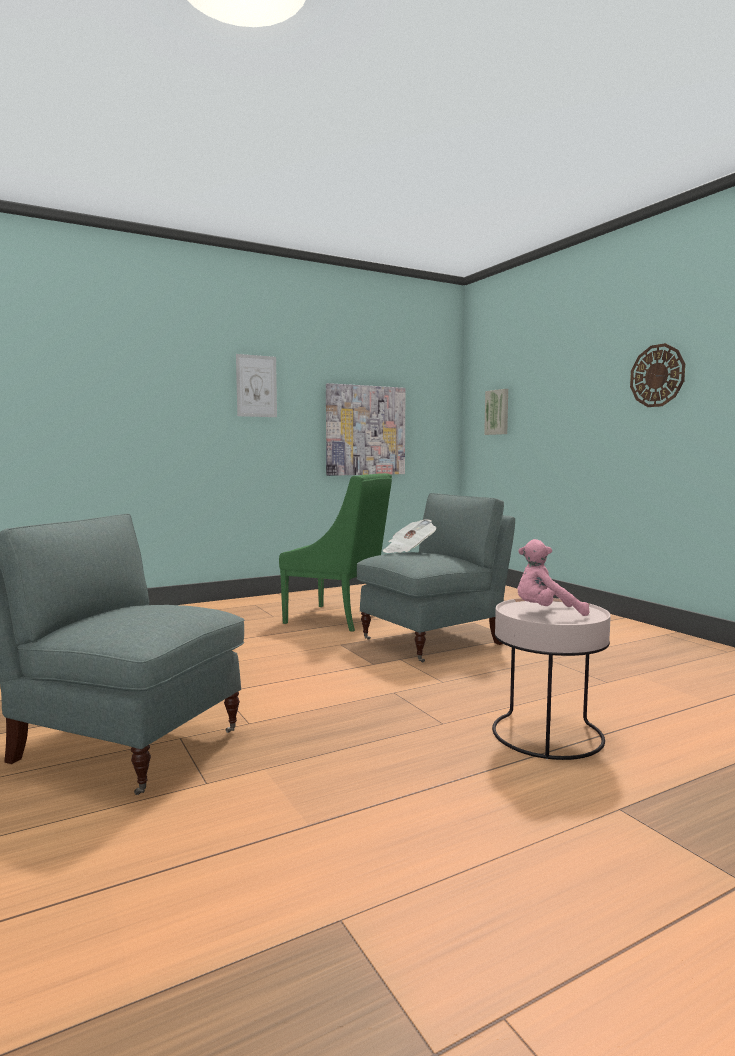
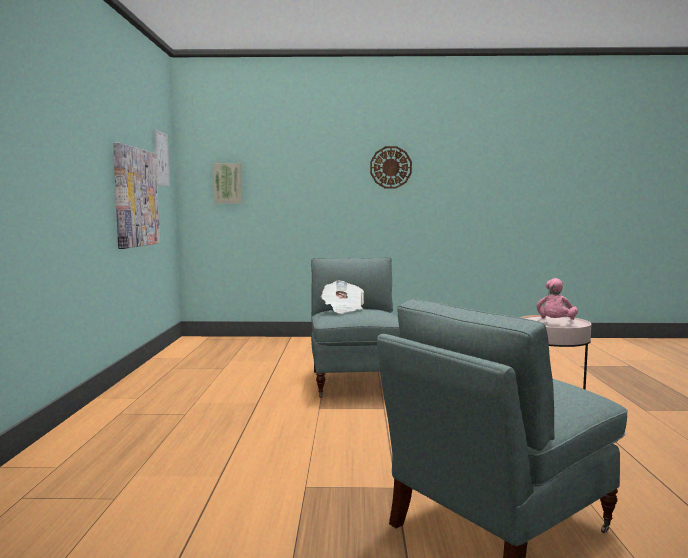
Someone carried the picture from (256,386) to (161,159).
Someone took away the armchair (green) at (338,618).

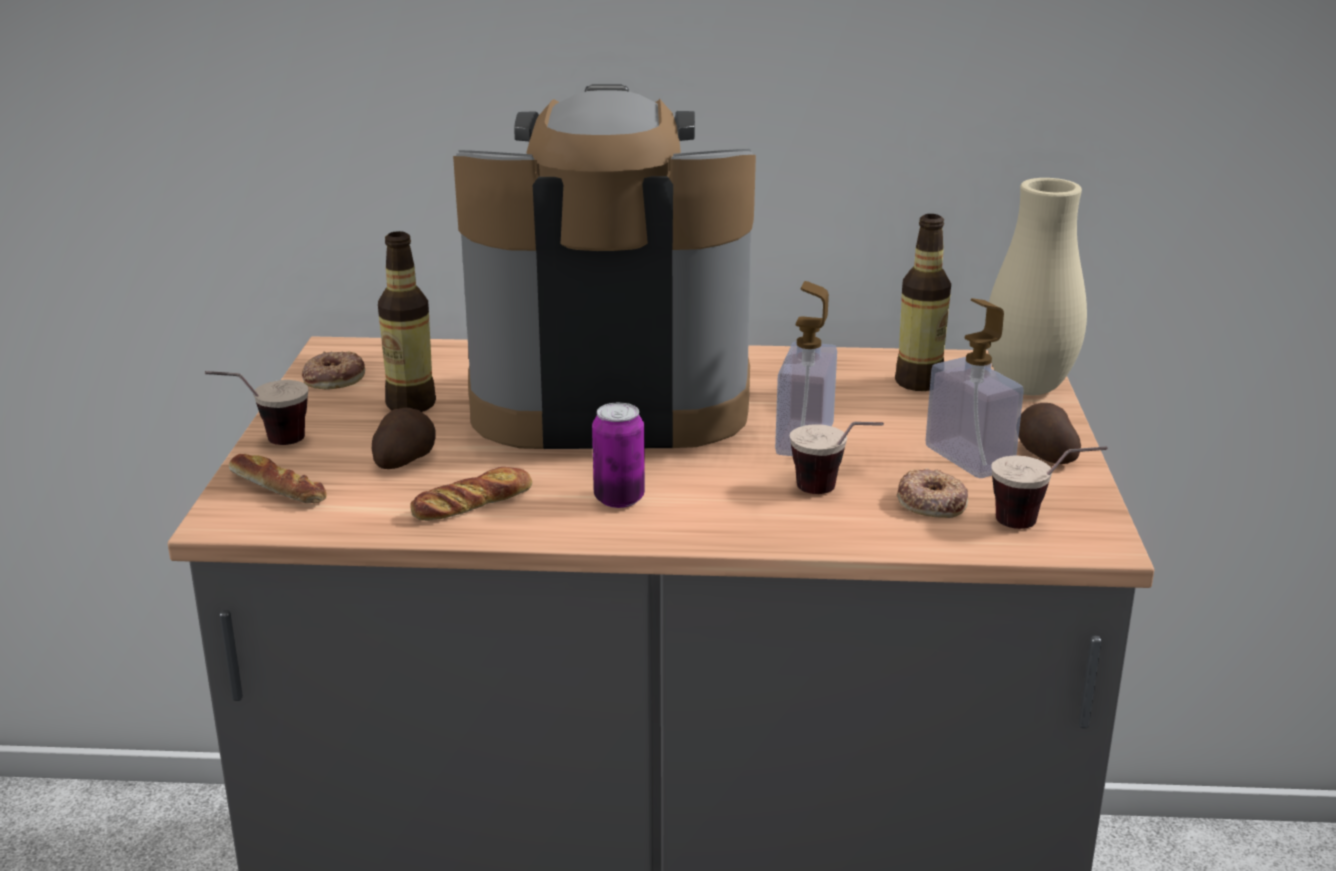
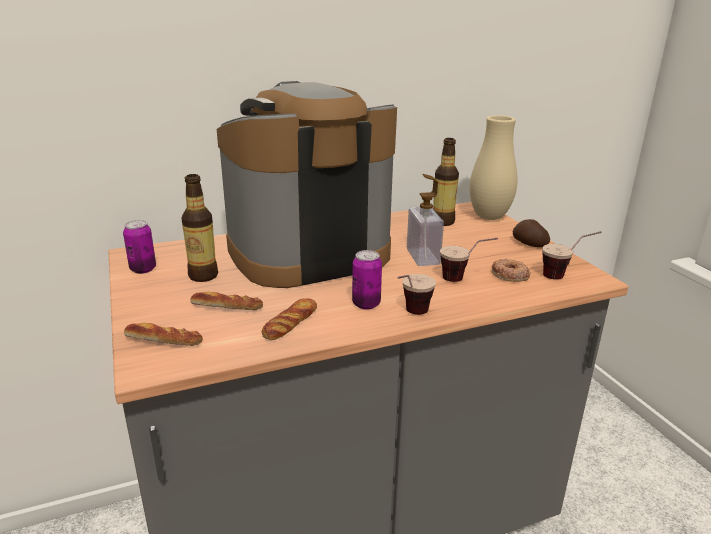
Someone swapped the donut at (333,377) for the can at (143,269).
Someone swapped the potato at (403,459) for the bread at (227,307).
Someone carried the cup from (265,443) to (410,315).
Someone took away the soap dispenser at (969,458).

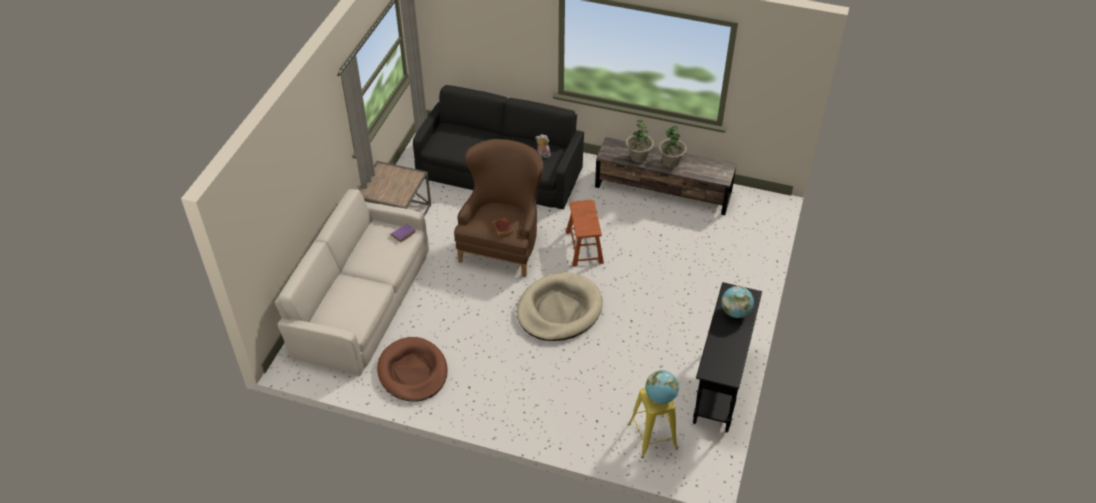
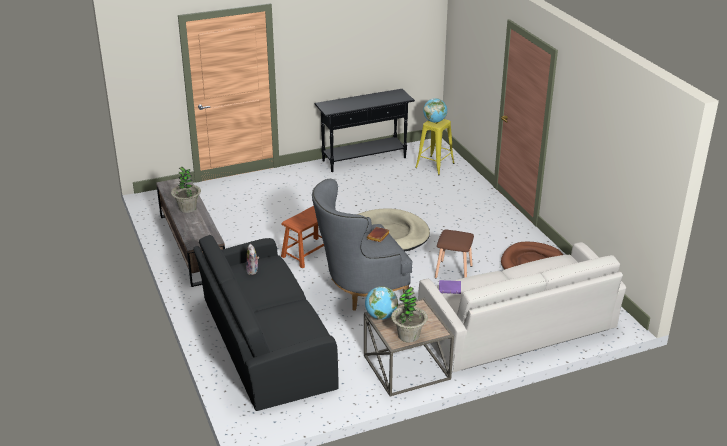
Someone repainted the armchair (brown) at (503,245), which became the armchair (grey) at (359,290).
Someone carried the globe from (735,312) to (381,316).
Someone carried the potted plant from (638,157) to (408,335).
Someone put down the stool (brown) at (453,272).

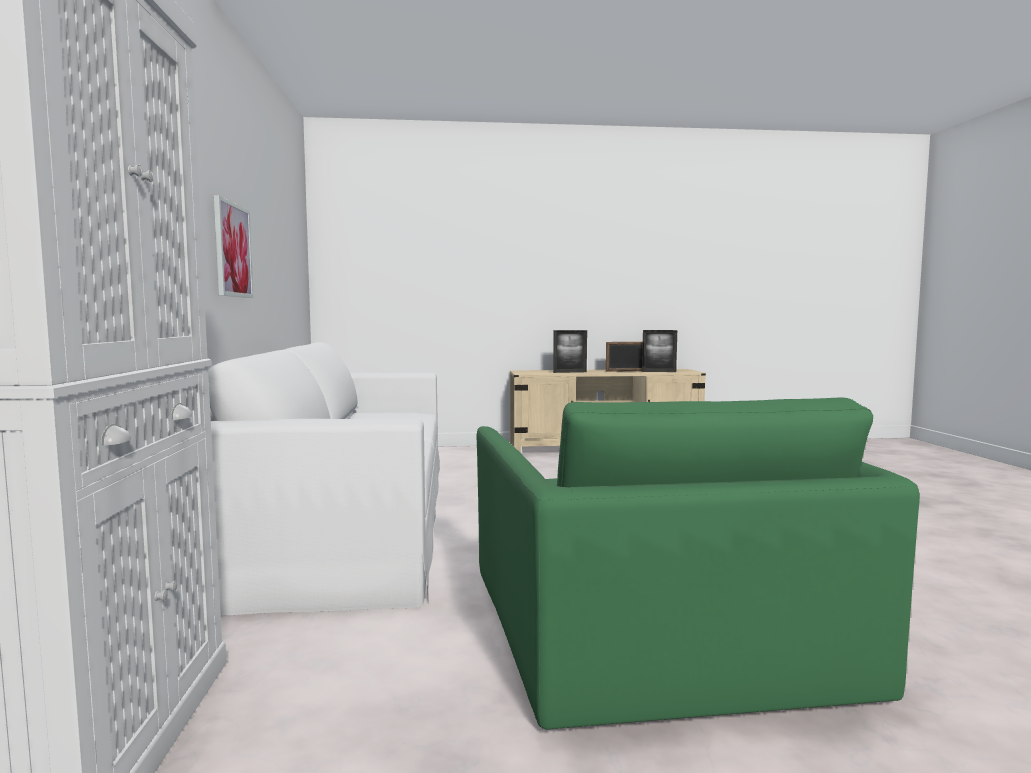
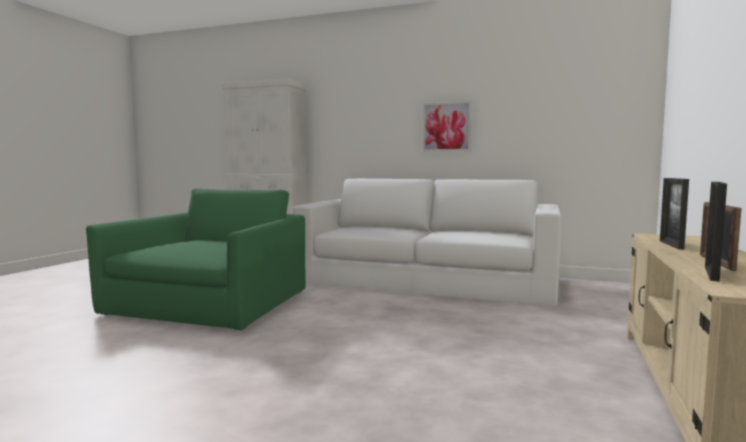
Someone rotated the armchair (green) at (657,626) by 90 degrees clockwise.

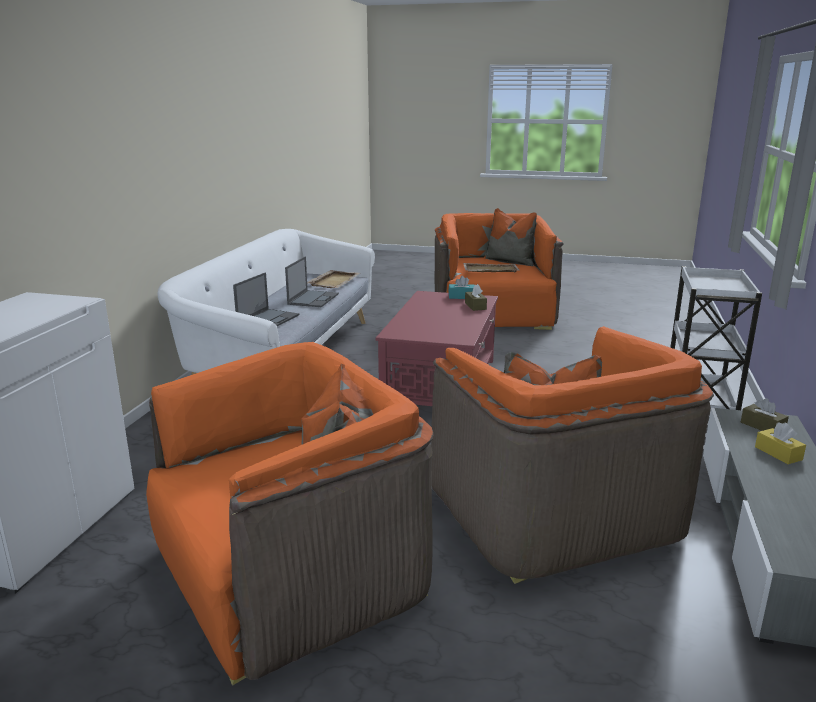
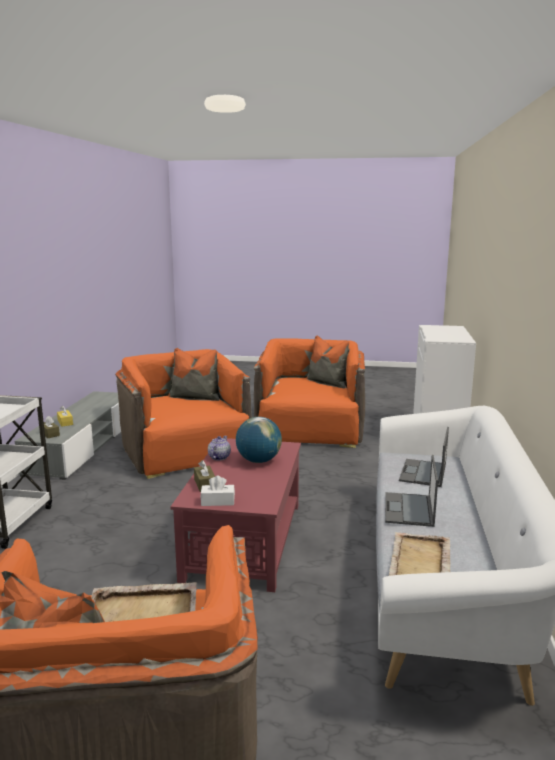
Someone repainted the tissue box (turquoise) at (461,297), which became the tissue box (white) at (218,501).
Someone put down the teapot at (219,457).
Someone put down the globe at (258,461).
Someone rotated the armchair (orange) at (290,573) by 135 degrees clockwise.

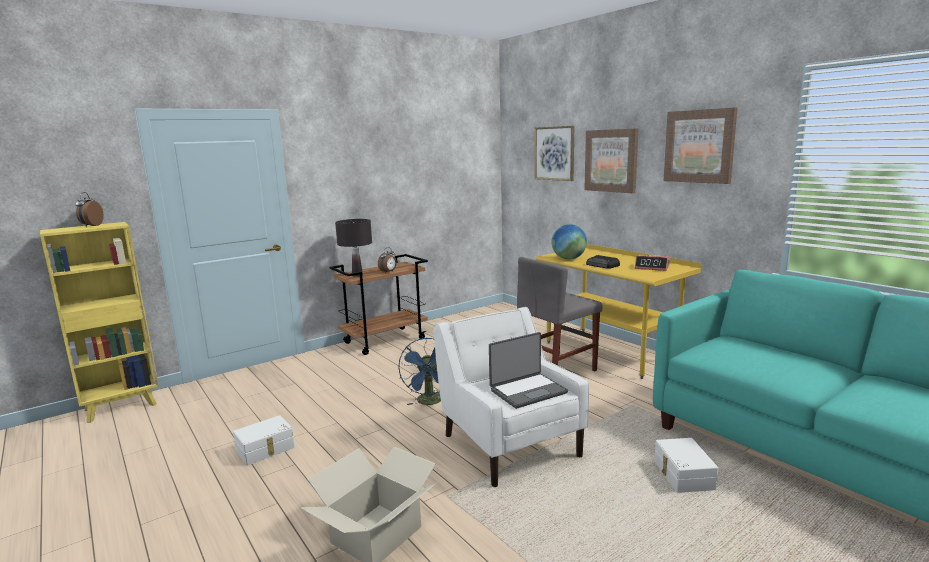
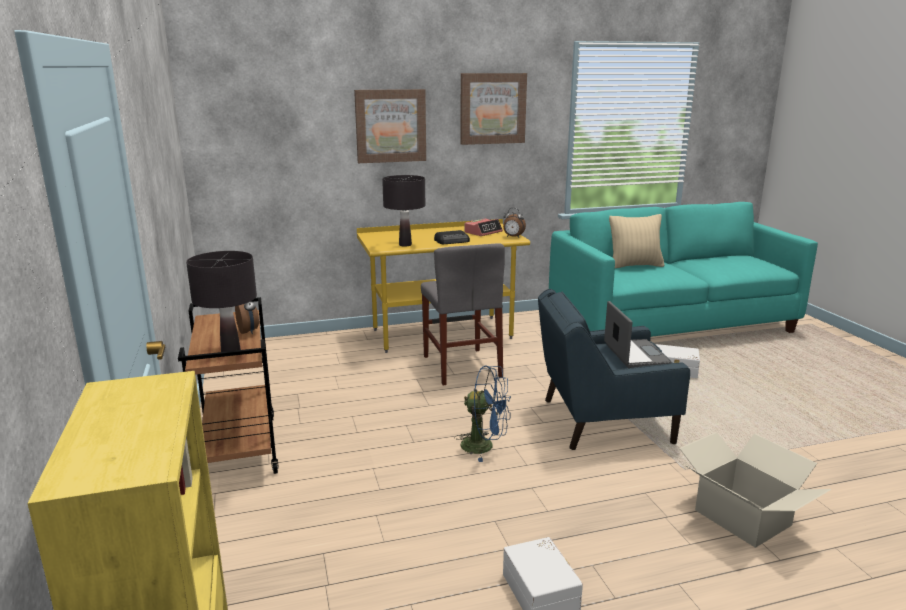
Someone swapped the globe at (569,259) for the table lamp (black) at (405,245).
Someone carried the alarm clock from (91,226) to (513,237).
Someone repainted the armchair (white) at (509,444), which became the armchair (blue) at (602,421).
Someone put down the pillow (beige) at (634,265).
Someone took away the picture at (554,153).

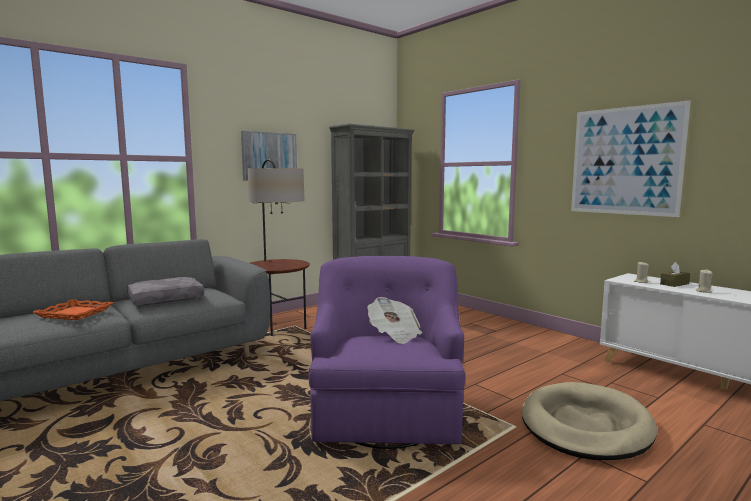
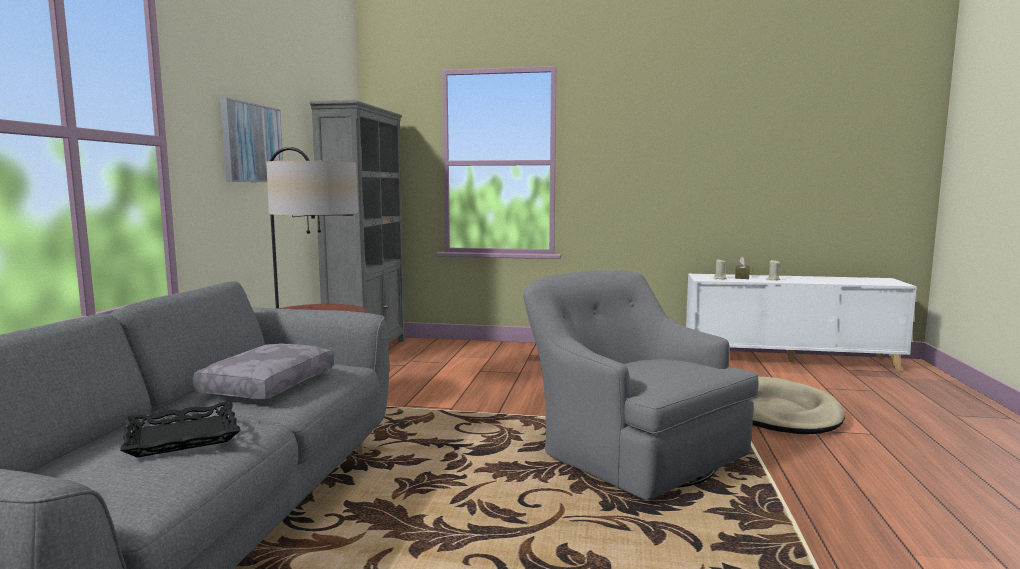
Someone repainted the tray (orange) at (75,313), which became the tray (black) at (182,436).
Someone repainted the armchair (purple) at (387,409), which became the armchair (grey) at (630,451).
Someone took away the newspaper at (394,334).
Someone took away the picture at (625,161).

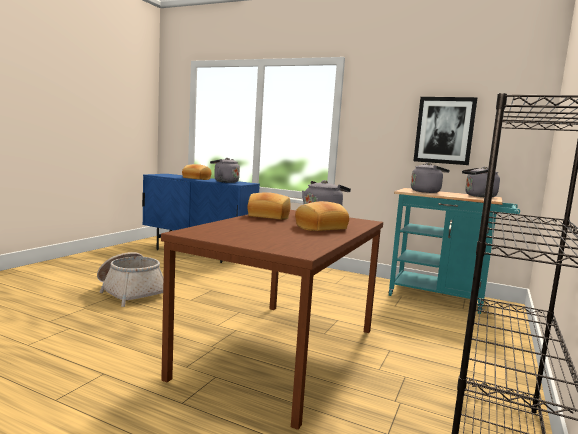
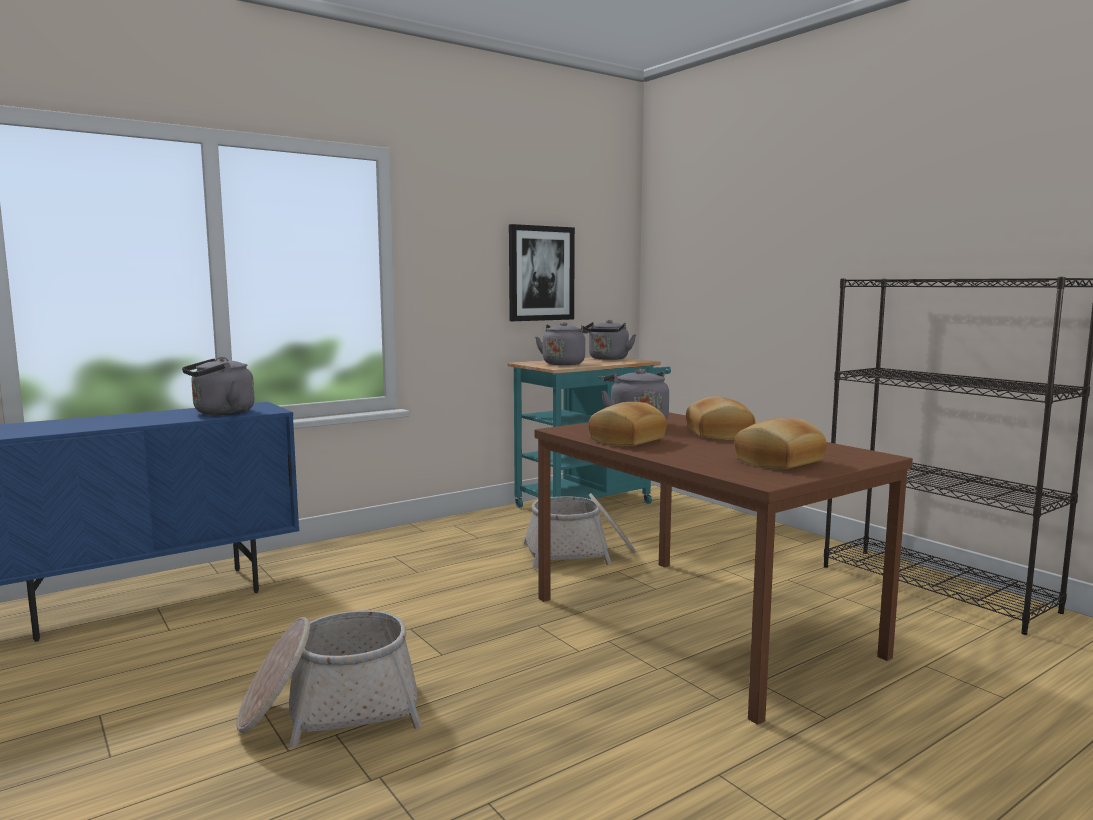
Someone put down the basket at (579,553).
Someone carried the bread from (196,178) to (780,462).

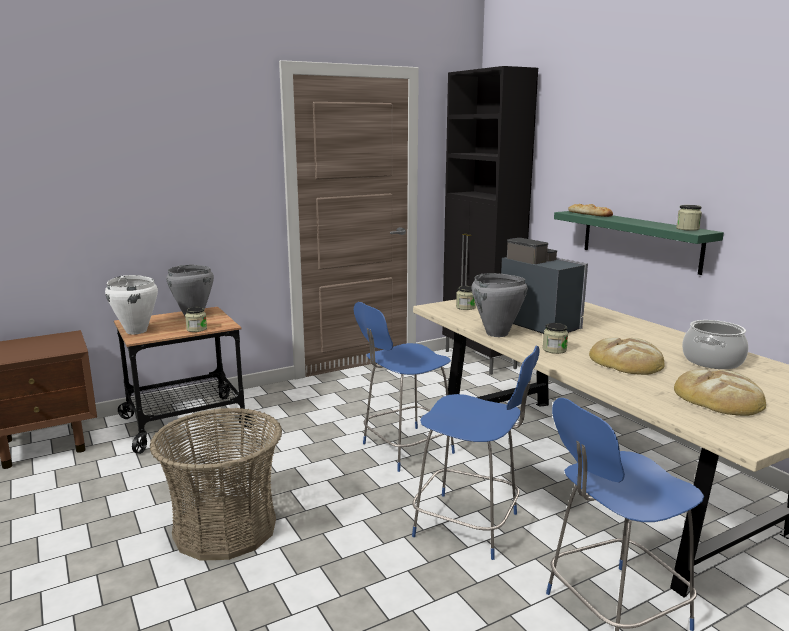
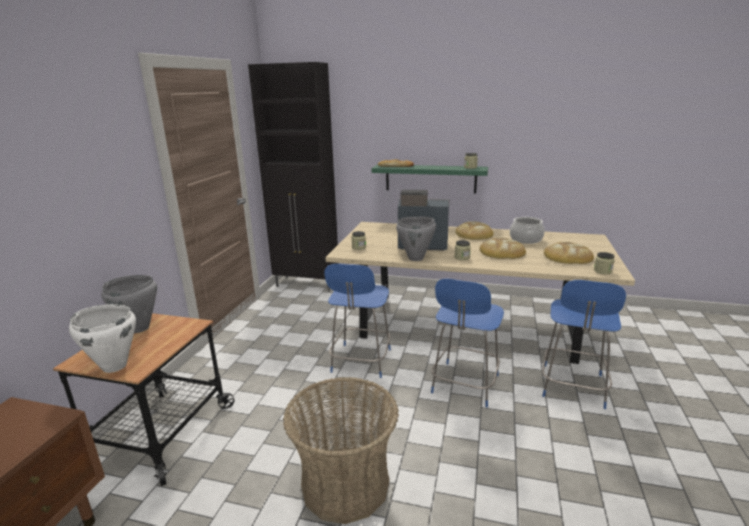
Someone rotated the chair (blue) at (470,526) by 135 degrees clockwise.
Someone put down the bread at (474,234).
Someone carried the jar from (196,329) to (602,271).

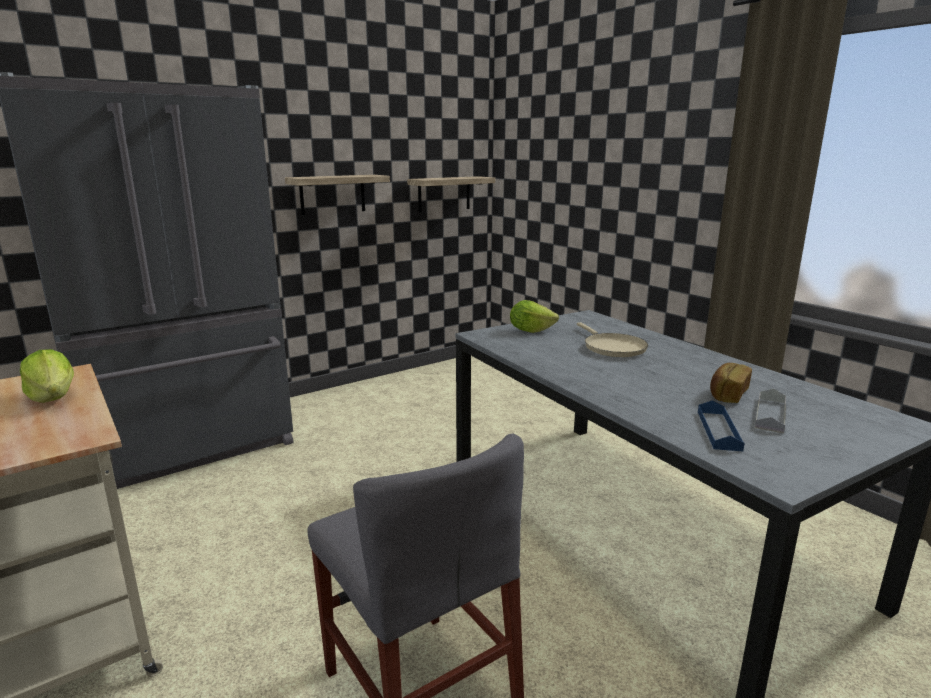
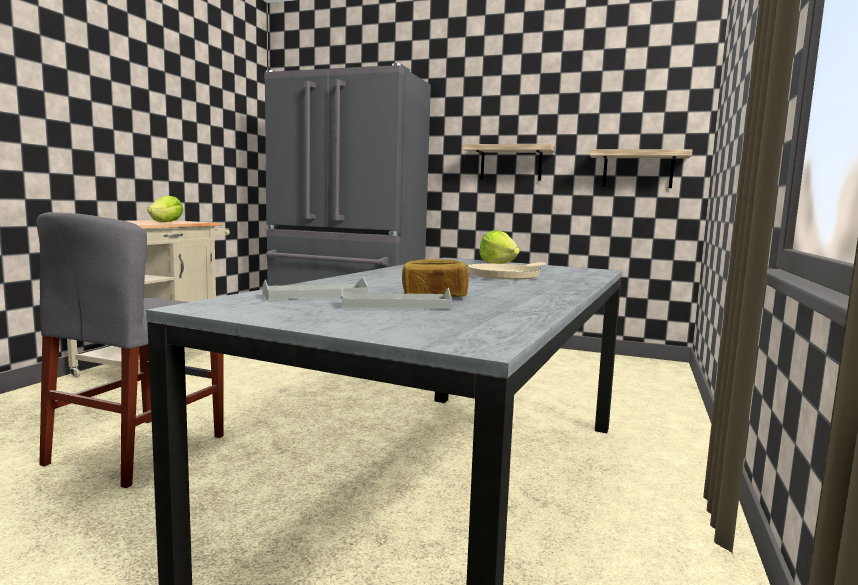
Someone repainted the tray (blue) at (718,430), which became the tray (grey) at (315,295).

